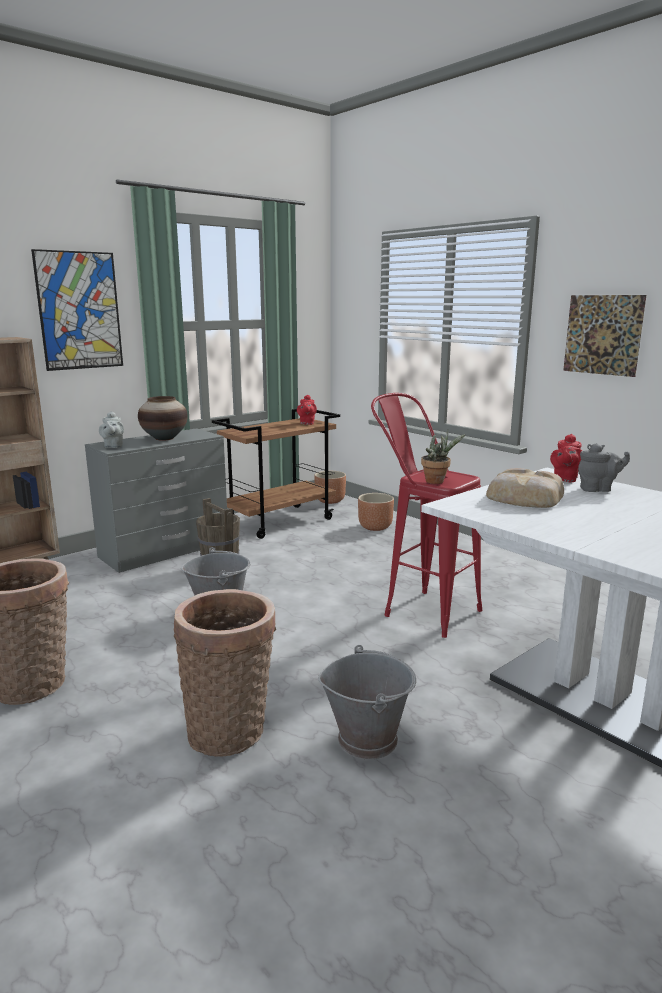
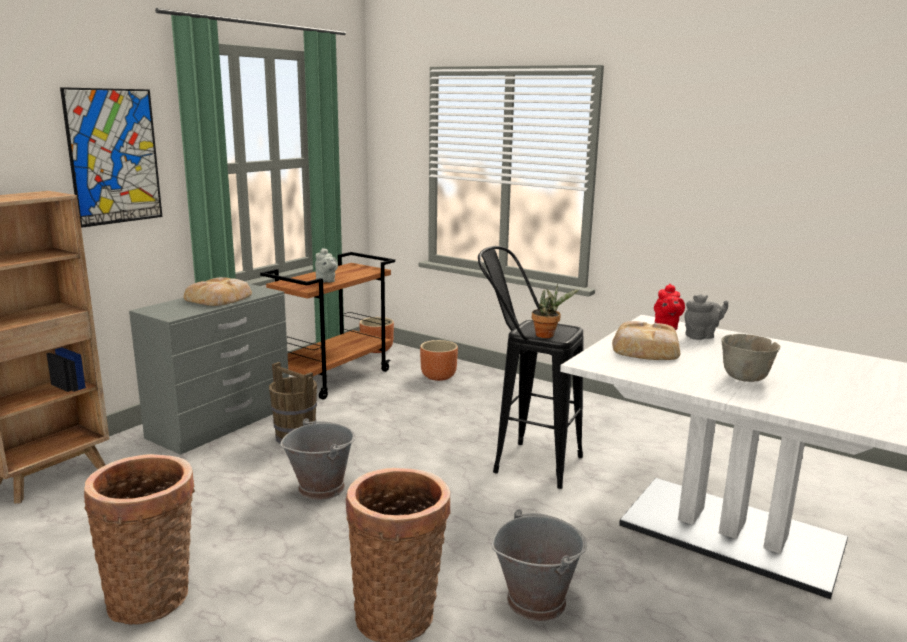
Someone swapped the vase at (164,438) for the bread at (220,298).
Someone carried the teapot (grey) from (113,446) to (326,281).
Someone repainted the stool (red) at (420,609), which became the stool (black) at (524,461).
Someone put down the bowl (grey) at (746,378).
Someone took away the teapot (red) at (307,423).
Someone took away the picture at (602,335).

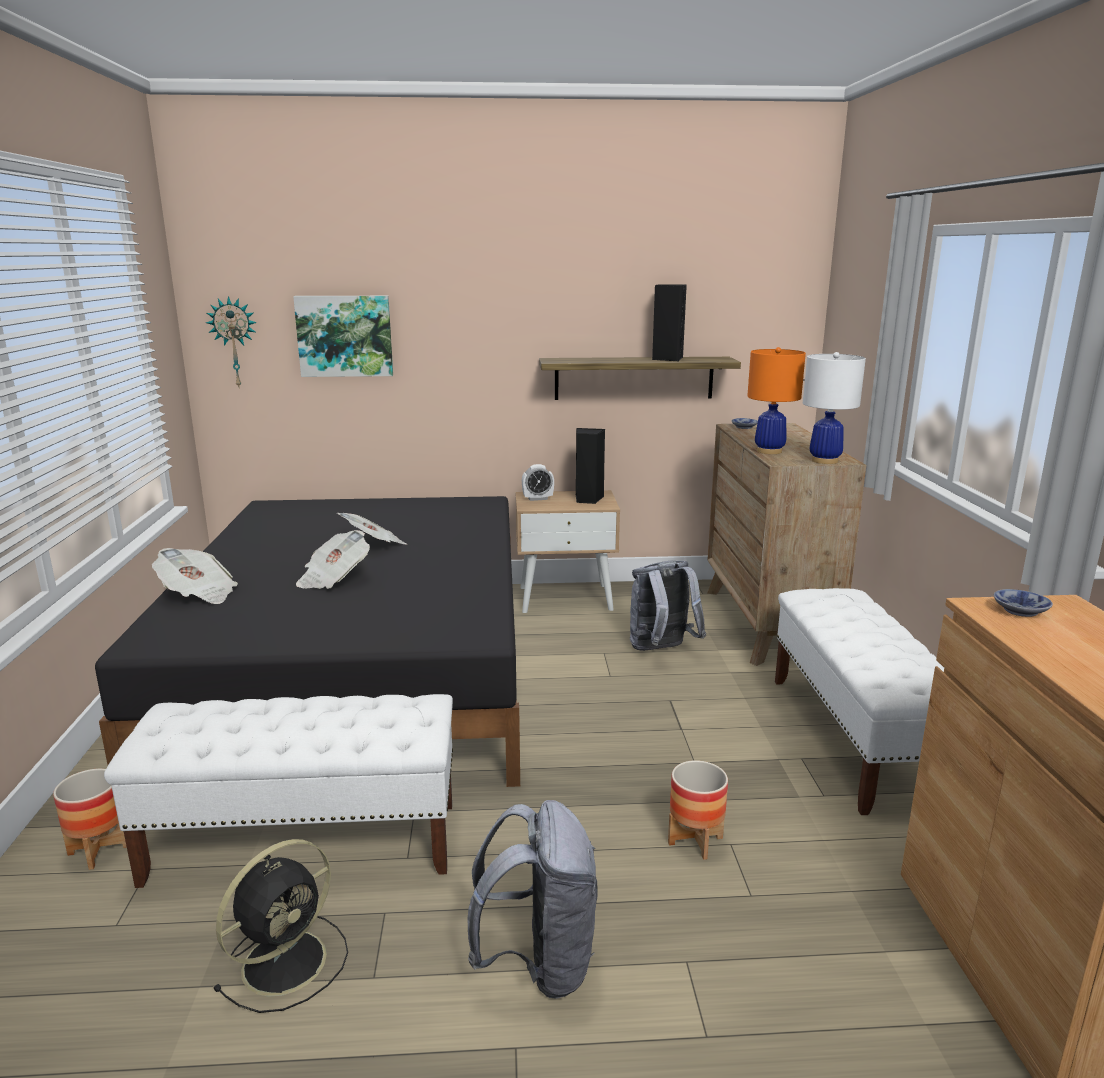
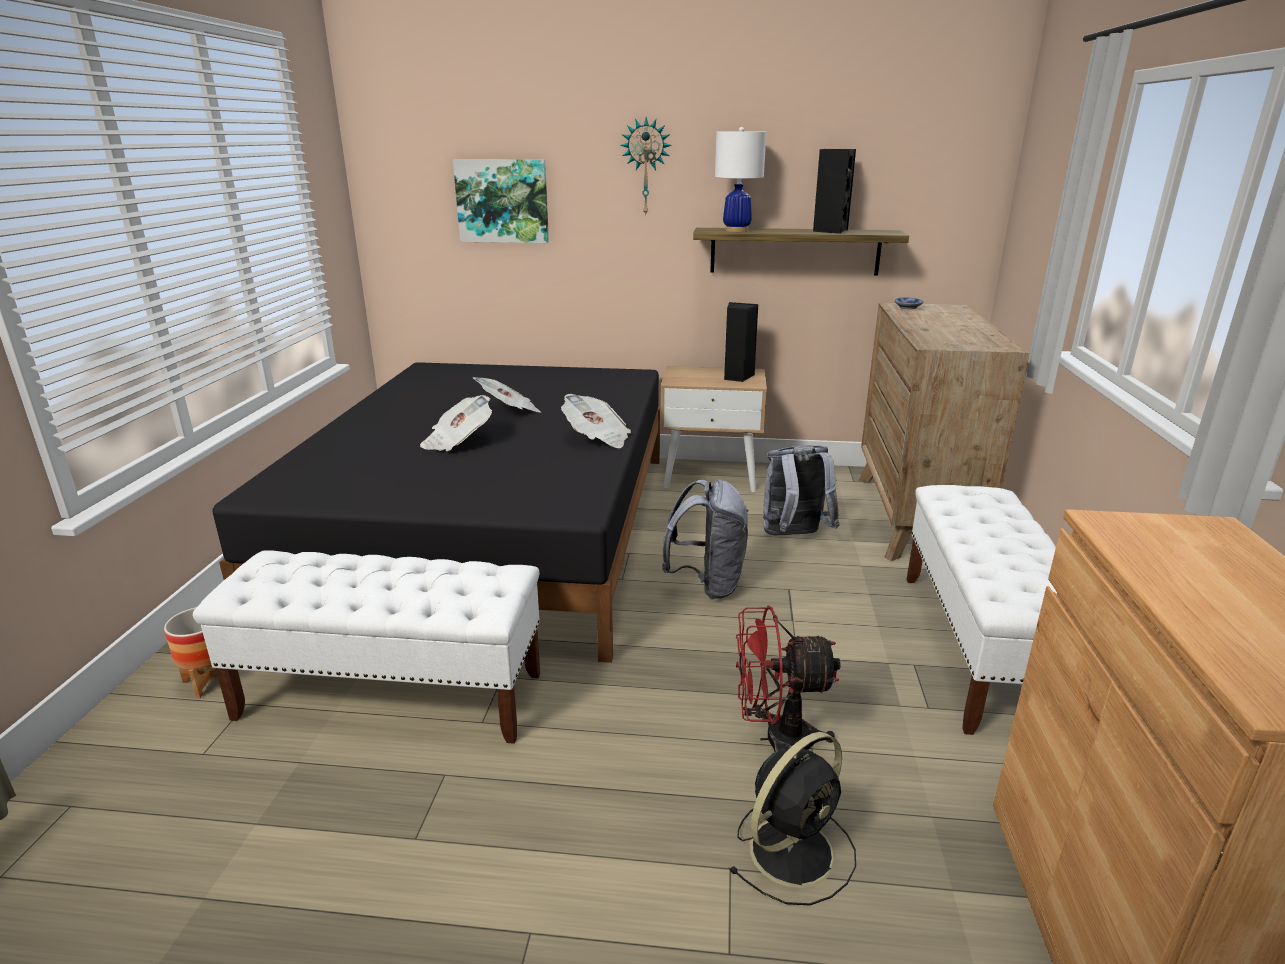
Someone carried the newspaper from (199,594) to (597,438).
Someone carried the wall clock from (234,342) to (646,167).
Someone carried the backpack (grey) from (539,962) to (707,584).
Someone carried the table lamp (white) from (825,461) to (736,230).
Someone carried the fan (black) from (287,960) to (794,849).
Someone swapped the planter at (695,840) for the fan (red) at (775,740).
Someone took away the alarm clock at (538,499).
Someone took away the table lamp (orange) at (769,451).
Someone took away the bowl at (1022,611).

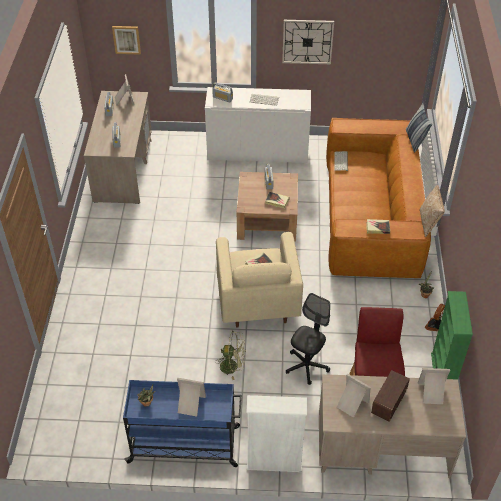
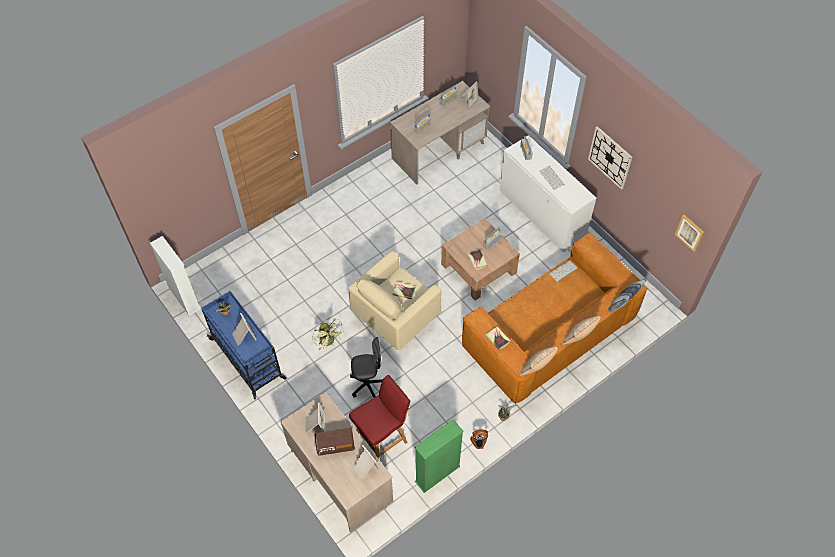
Someone carried the bookcase (white) from (274,463) to (184,298).
Someone put down the pillow at (579,338).
Someone carried the picture from (126,39) to (690,232).

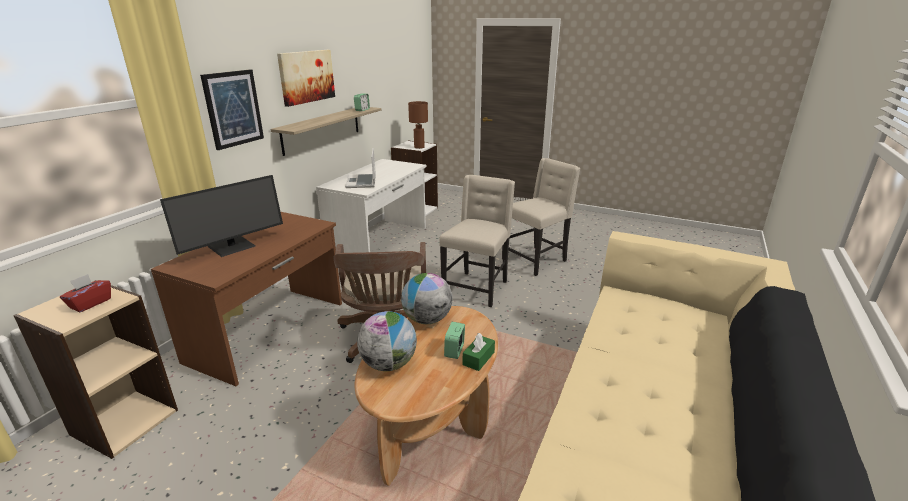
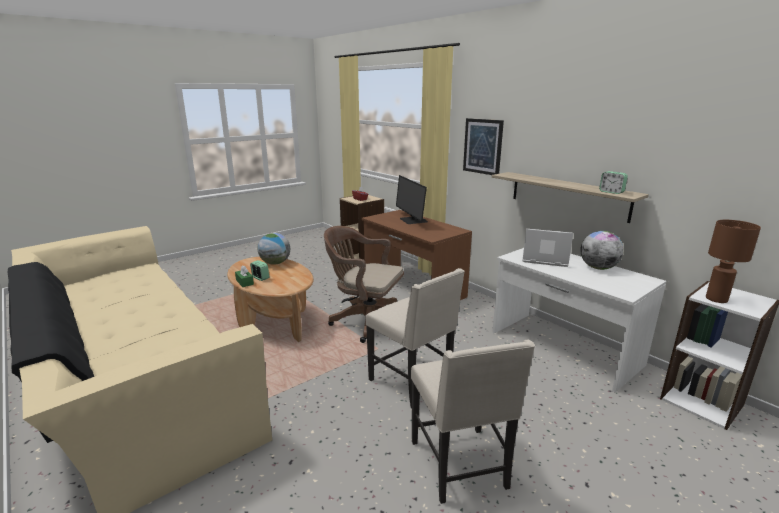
Someone carried the globe from (427,320) to (598,268).
Someone took away the picture at (306,76).

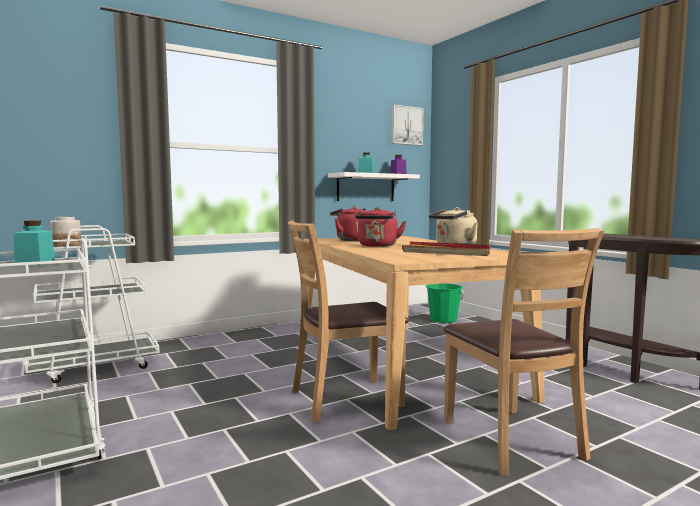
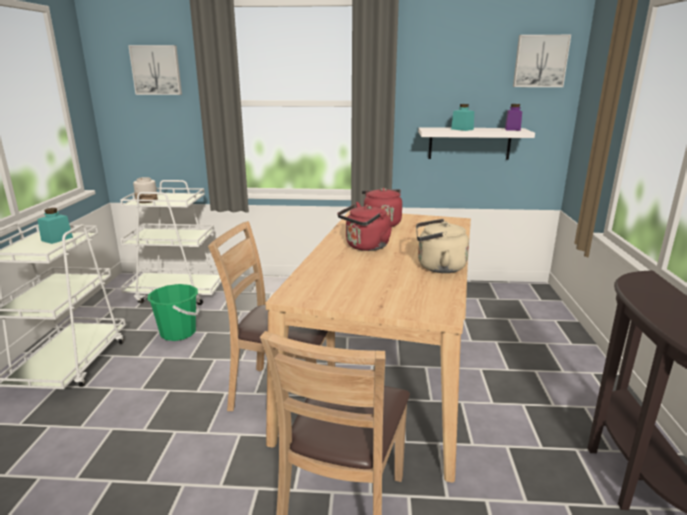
Someone put up the picture at (156,70).
Someone carried the bucket (green) from (443,320) to (178,333).
Someone took away the tray (red) at (447,252).

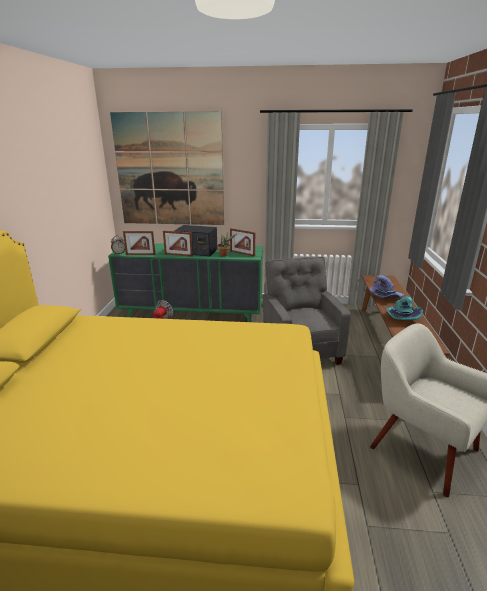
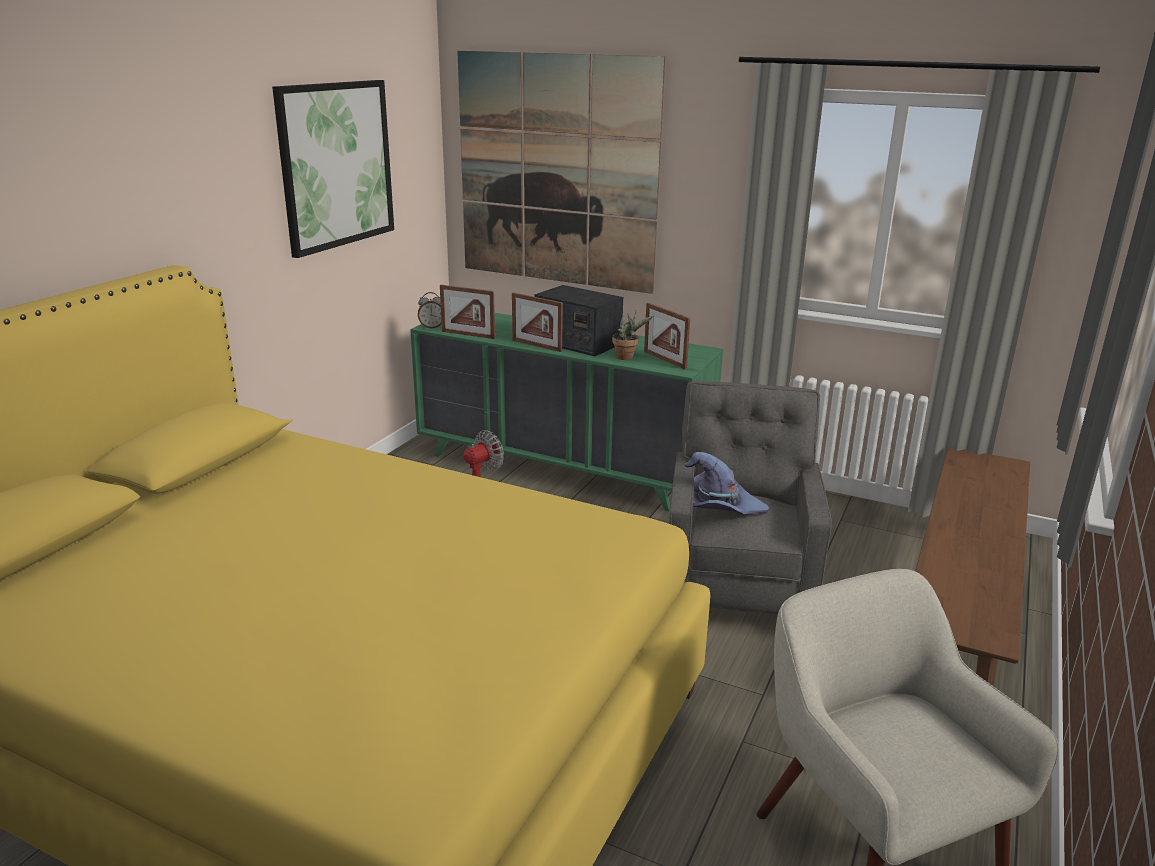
Someone put up the picture at (336,165).
Someone carried the hat (purple) from (385,297) to (719,506).
Someone took away the hat (turquoise) at (400,317).

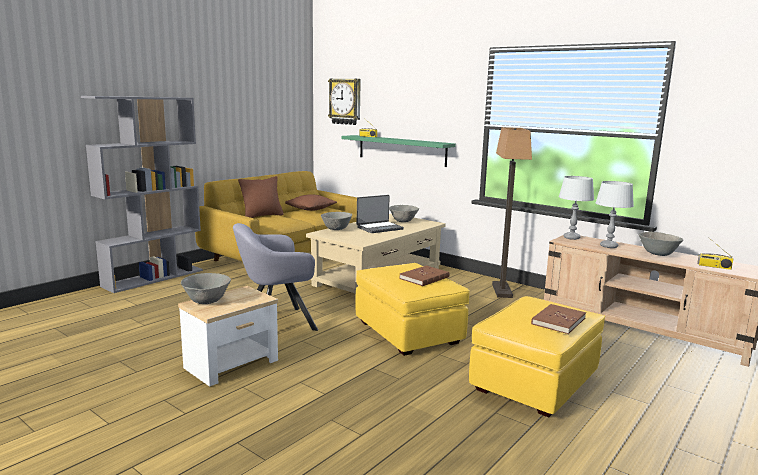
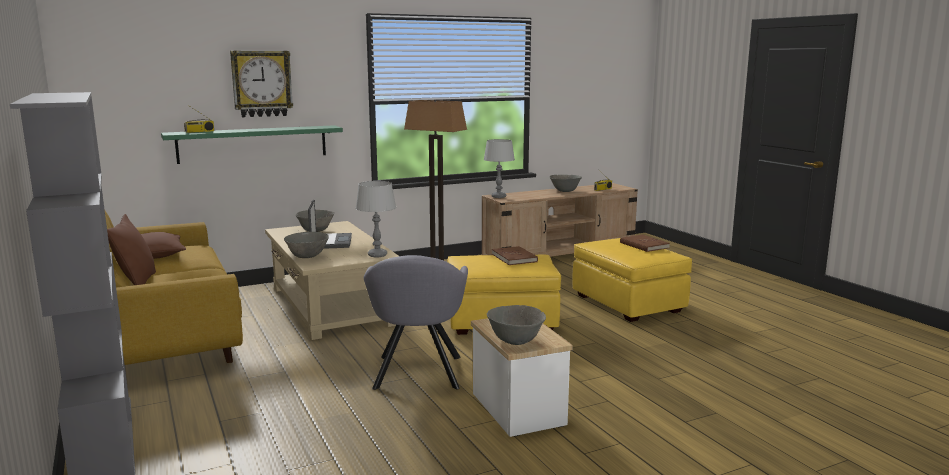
Someone carried the wall clock from (345,101) to (262,83).
Someone carried the table lamp (grey) from (609,246) to (377,255).

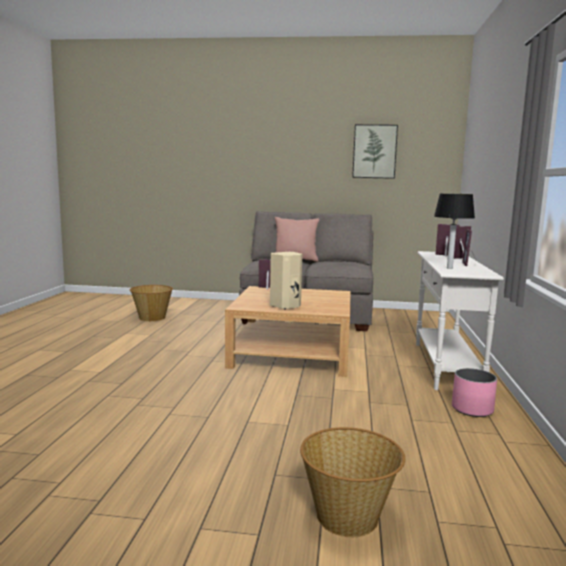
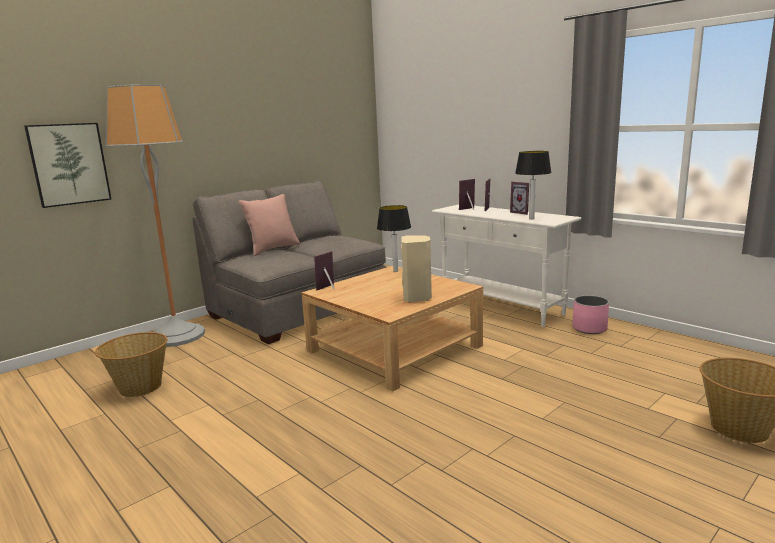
Someone carried the picture from (374,151) to (69,164).
Someone put down the floor lamp at (177,336).
Someone put down the table lamp at (395,271).

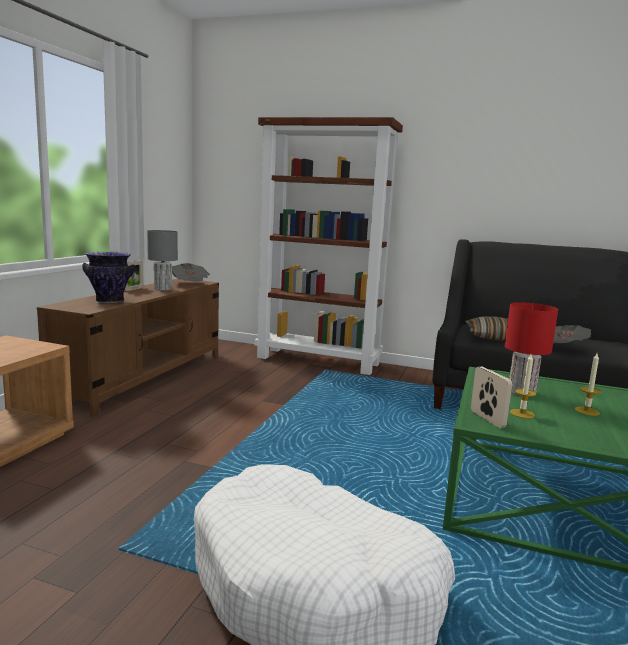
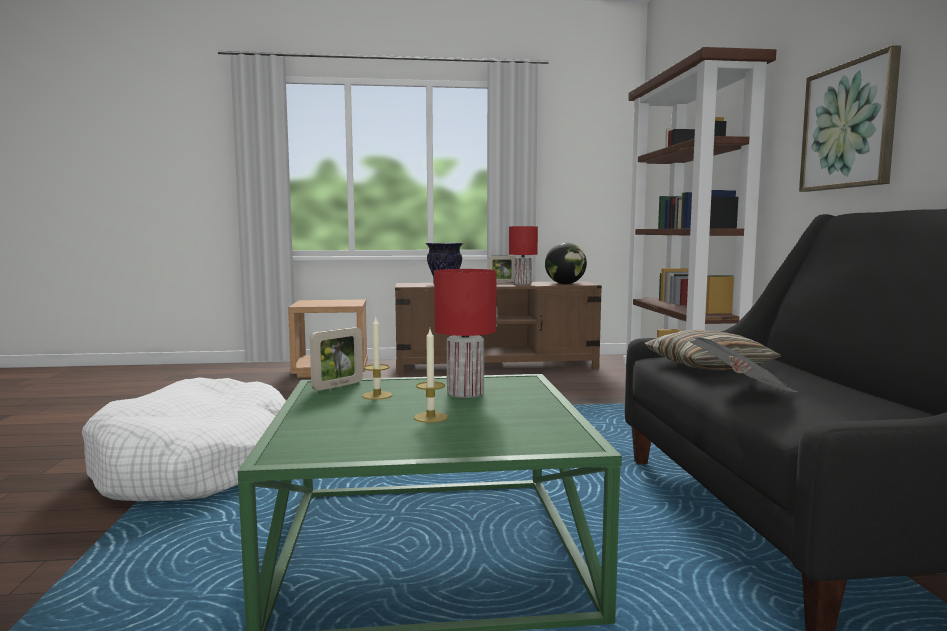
Someone repainted the table lamp (grey) at (163,289), which became the table lamp (red) at (523,284).
Someone swapped the newspaper at (190,284) for the globe at (565,284).
Someone put up the picture at (849,126).

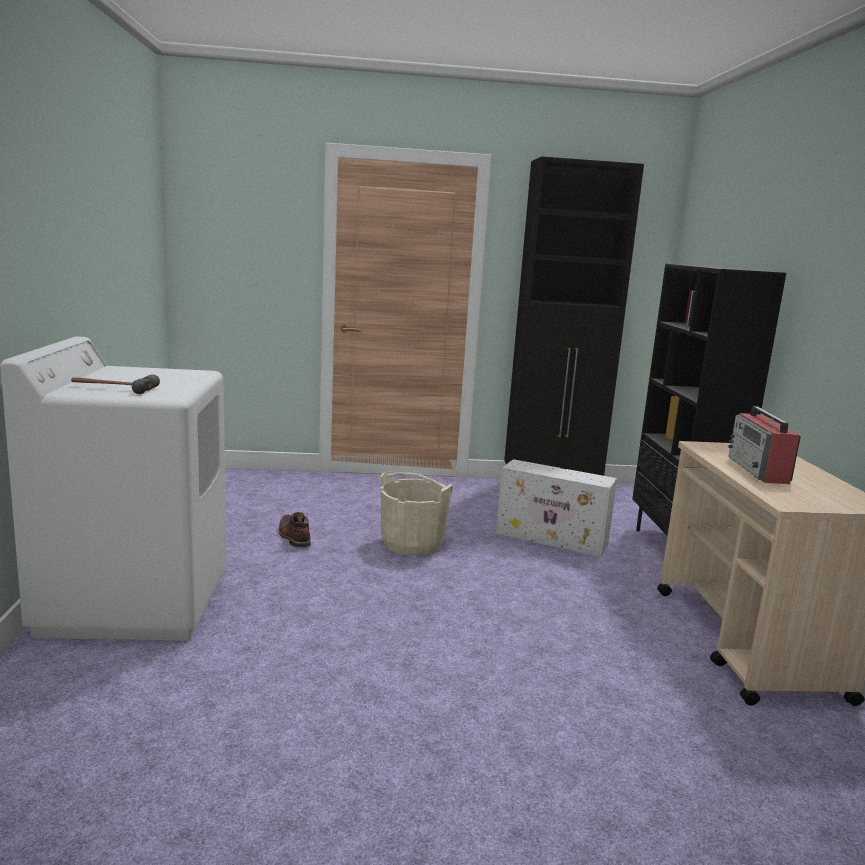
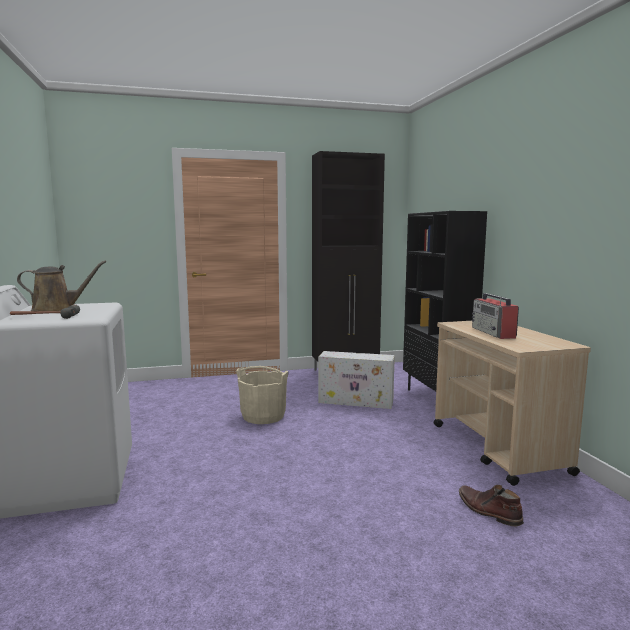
Someone put down the watering can (brown) at (57,309).
Someone carried the boot (brown) from (293,536) to (488,511).

